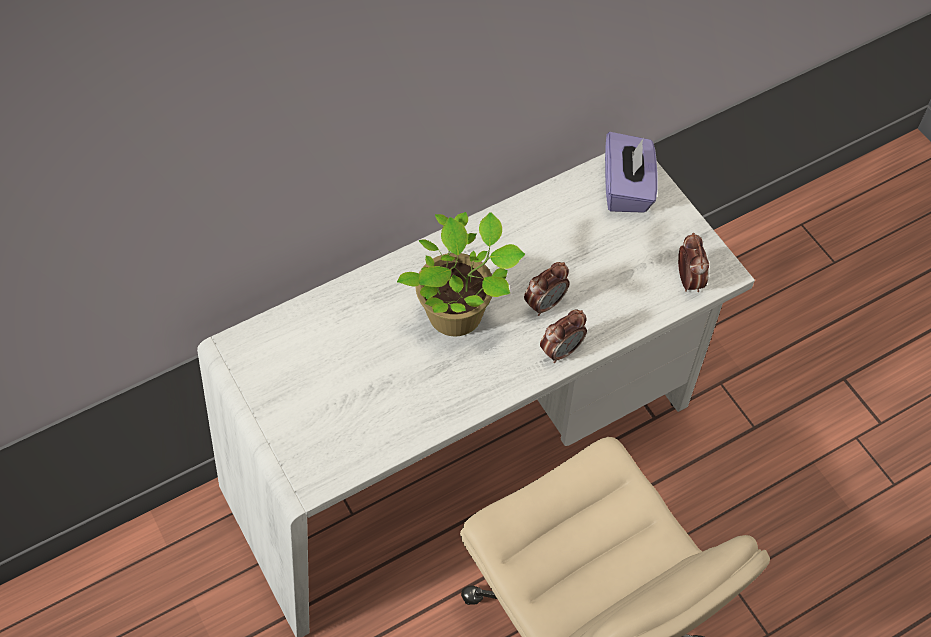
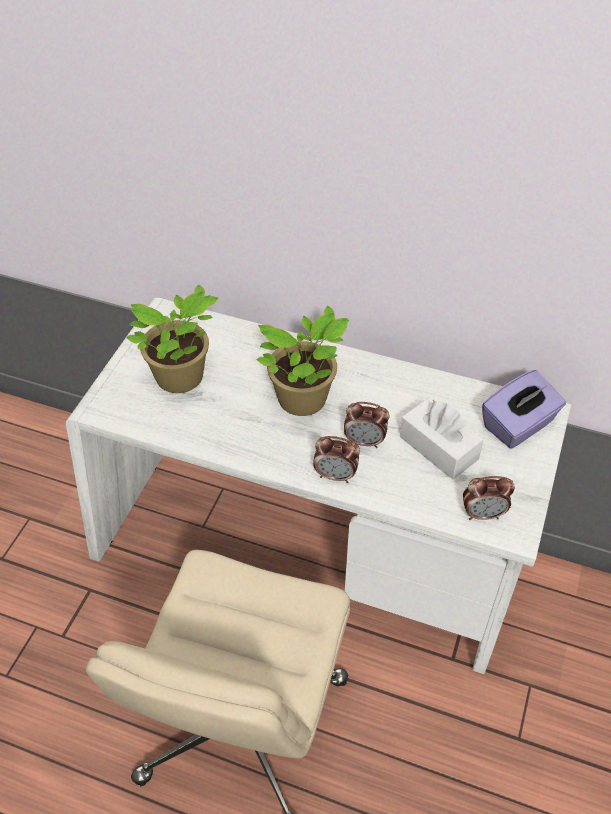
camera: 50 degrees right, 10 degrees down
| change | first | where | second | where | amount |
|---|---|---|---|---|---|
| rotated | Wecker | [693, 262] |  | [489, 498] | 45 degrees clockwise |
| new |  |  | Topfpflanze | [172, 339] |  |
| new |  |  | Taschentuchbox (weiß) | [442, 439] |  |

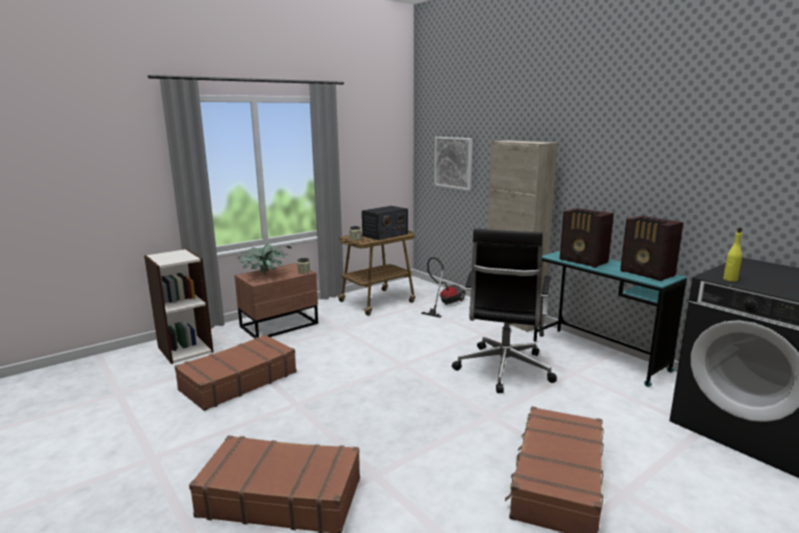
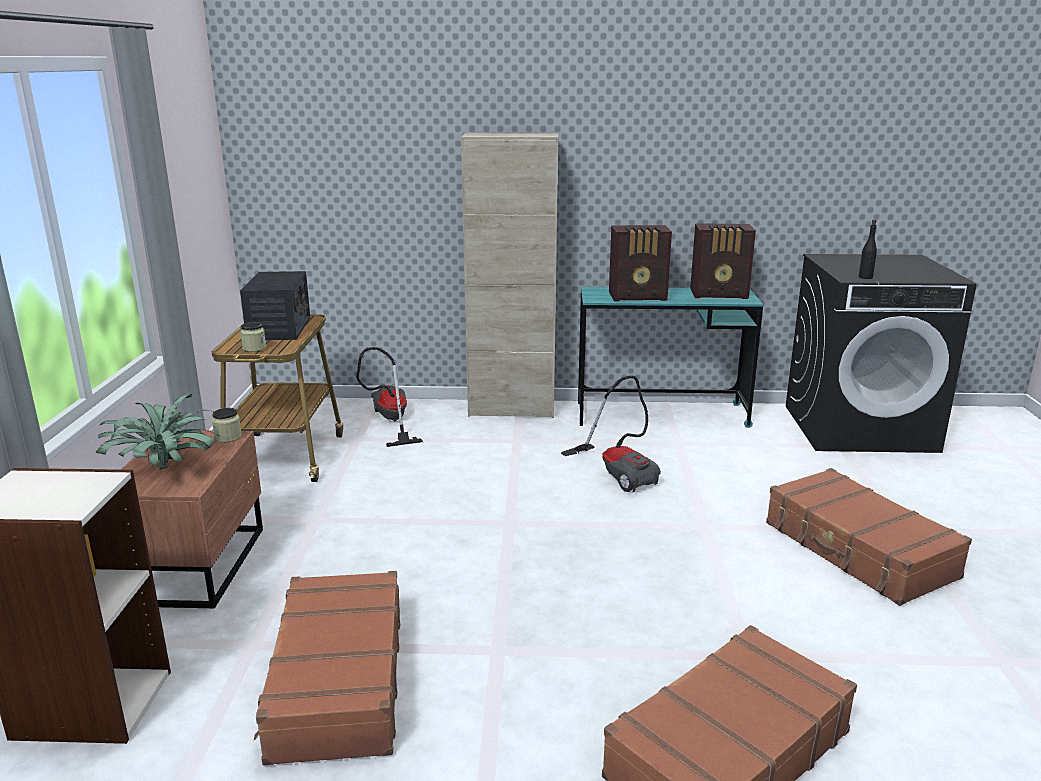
camera: 50 degrees left, 5 degrees up
| change | first | where | second | where | amount |
|---|---|---|---|---|---|
| gone | Bild | [453, 164] |  |  |  |
| swapped | Bürostuhl (schwarz) | [504, 310] | Staubsauger | [611, 434] |  |
| repainted | Flasche (gelb) | [732, 255] | Flasche (schwarz) | [868, 249] |  |

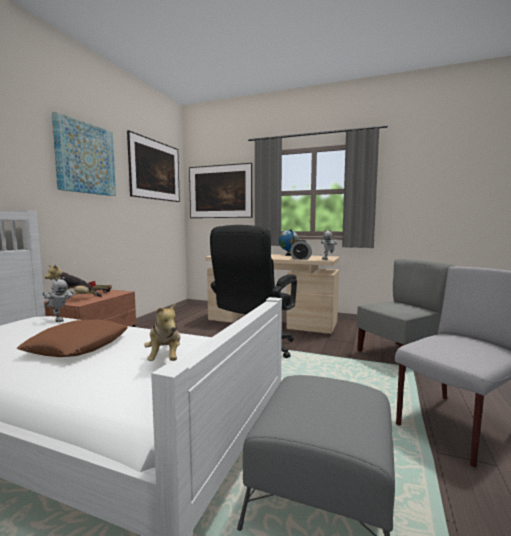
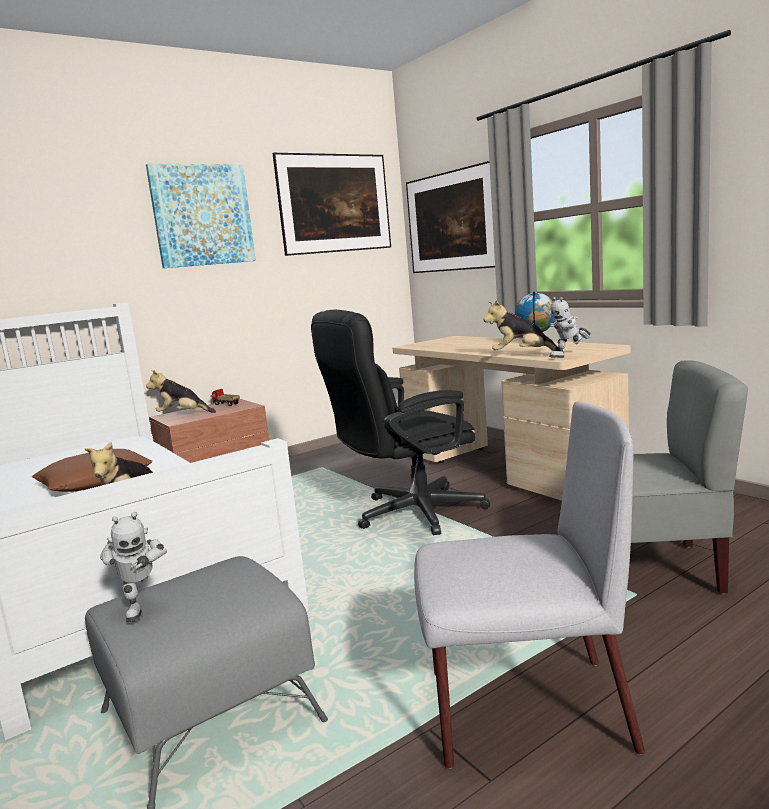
camera: 35 degrees right, 5 degrees up
| change | first | where | second | where | amount |
|---|---|---|---|---|---|
| shifted | Spielzeugroboter | [58, 299] |  | [133, 567] |  |
| swapped | Wecker | [301, 250] | Plüschtier | [521, 325] |  |

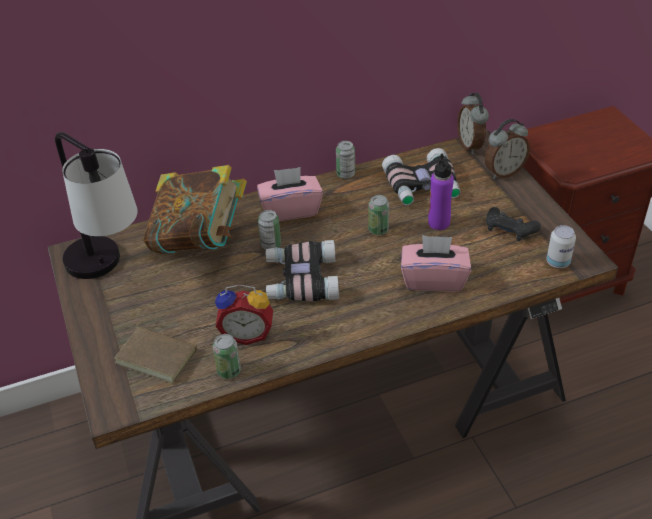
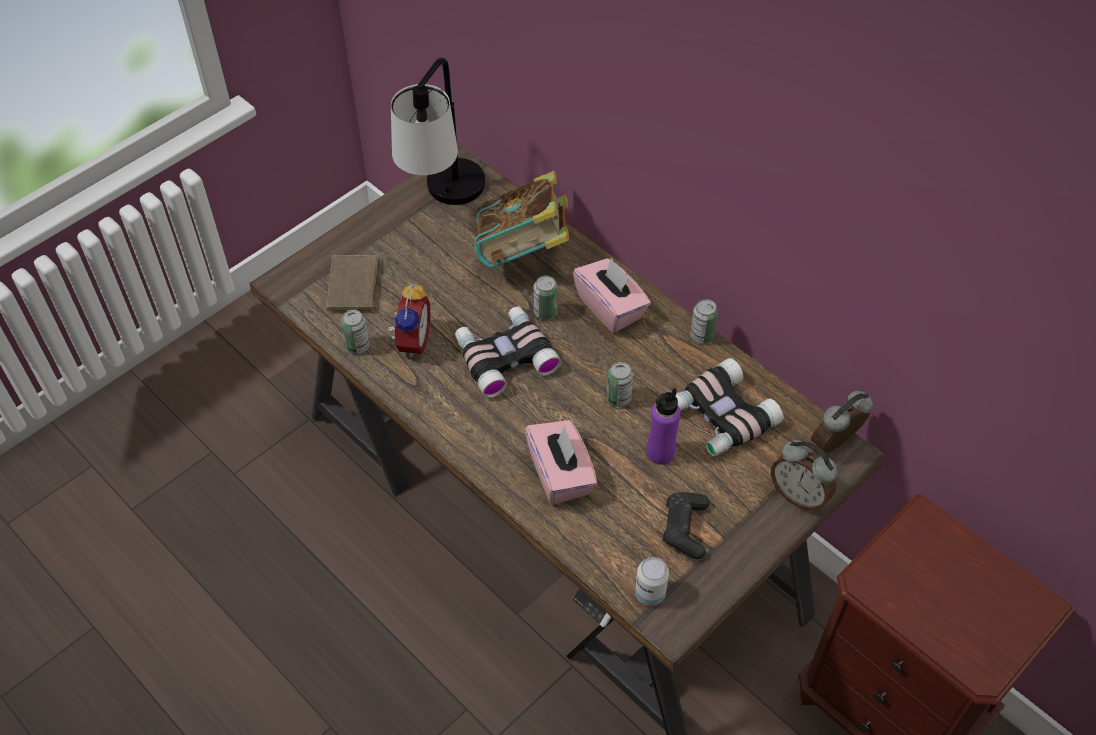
camera: 65 degrees right, 10 degrees up
| change | first | where | second | where | amount |
|---|---|---|---|---|---|
| rotated | Wecker | [244, 314] |  | [408, 320] | 150 degrees counterclockwise |

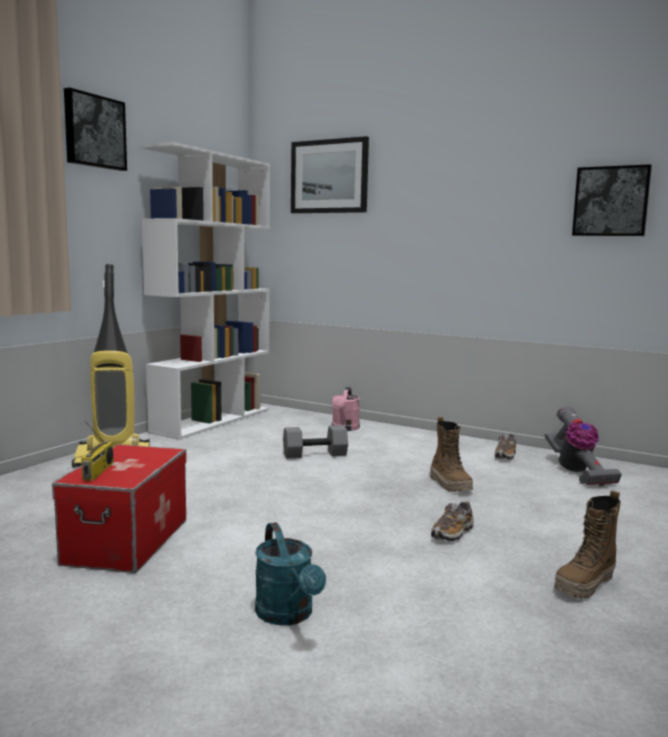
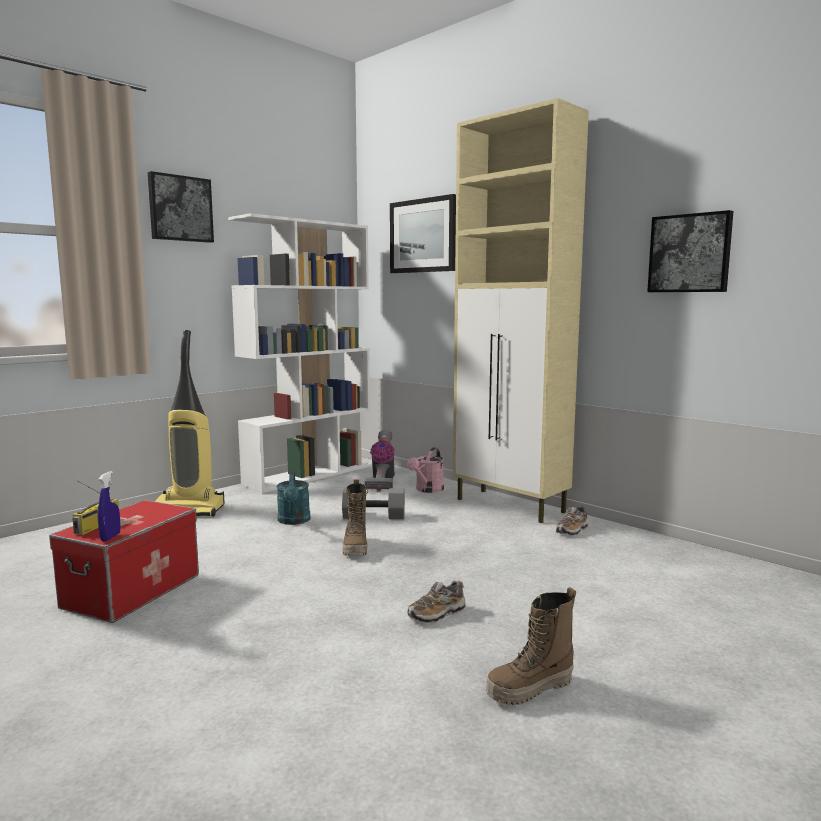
camera: 15 degrees right, 0 degrees up
| change | first | where | second | where | amount |
|---|---|---|---|---|---|
| shifted | Gießkanne (türkis) | [290, 573] |  | [293, 498] |  |
| shifted | Stiefel | [451, 454] |  | [355, 517] |  |
| shifted | Staubsauger | [583, 446] |  | [380, 460] |  |
| new |  |  | Sprühflasche (blau) | [109, 506] |  |
| new |  |  | Schrank (beige) | [521, 310] |  |

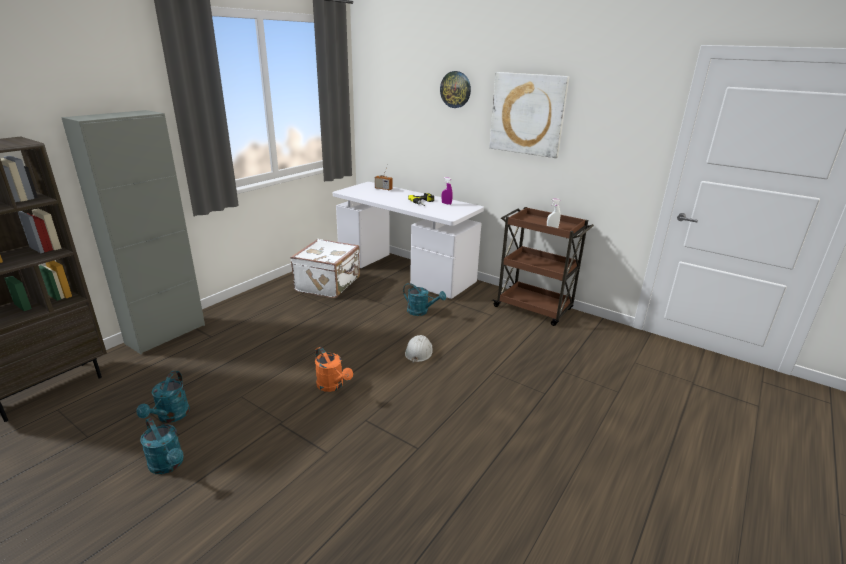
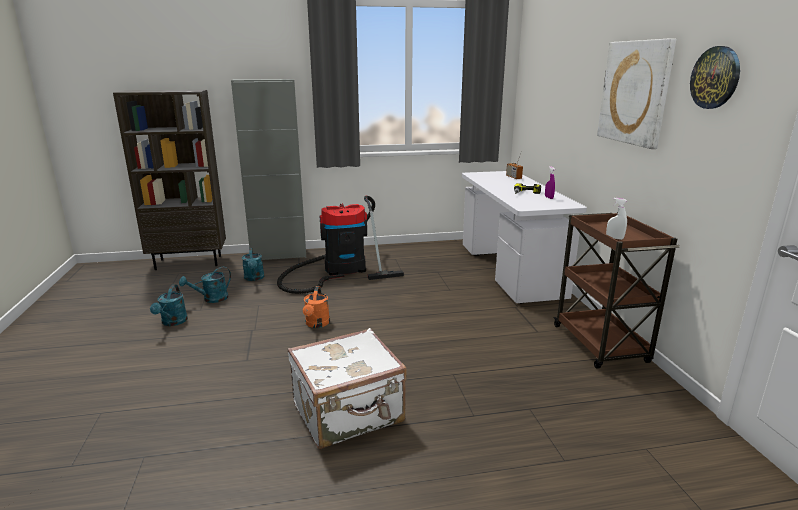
camera: 45 degrees right, 5 degrees down
| change | first | where | second | where | amount |
|---|---|---|---|---|---|
| shifted | Koffer (weiß) | [325, 268] |  | [347, 388] |  |
| shifted | Gießkanne (türkis) | [424, 299] |  | [253, 264] |  |
| gone | Schutzhelm (weiß) | [419, 349] |  |  |  |
| shifted | Wanduhr | [455, 89] |  | [715, 77] |  |
| new |  |  | Staubsauger | [340, 245] |  |

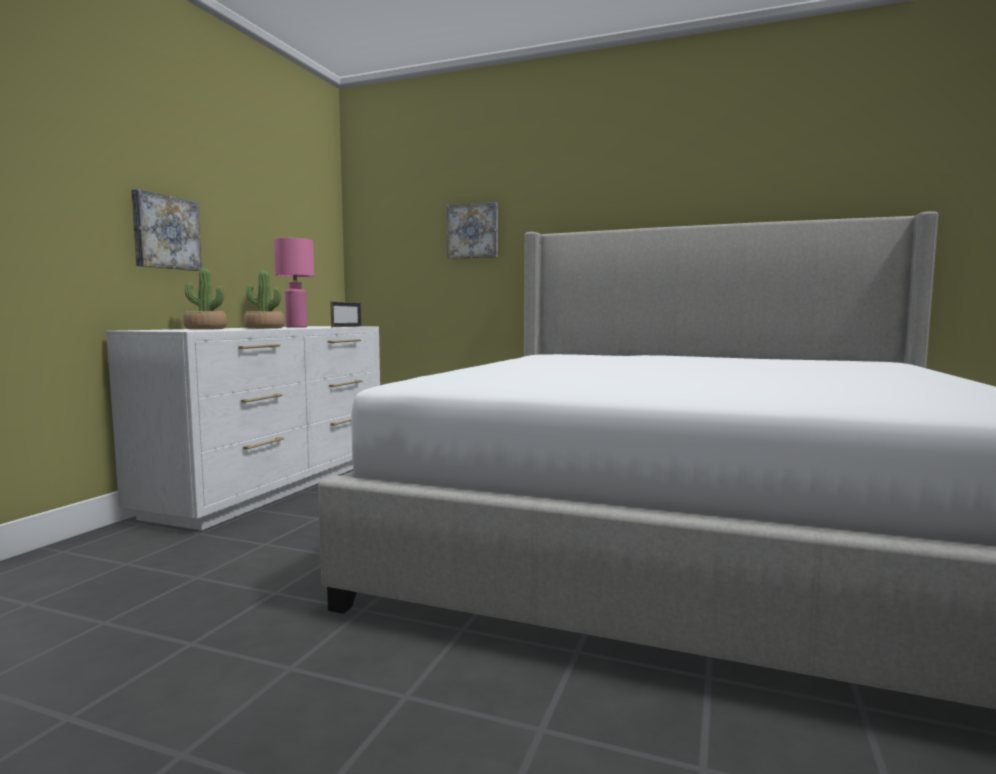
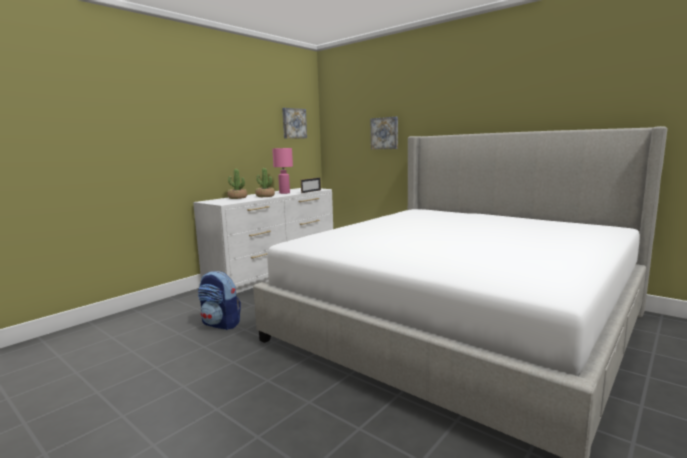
camera: 20 degrees right, 5 degrees up
| change | first | where | second | where | amount |
|---|---|---|---|---|---|
| shifted | Bild | [166, 230] |  | [294, 123] |  |
| new |  |  | Rucksack | [219, 300] |  |

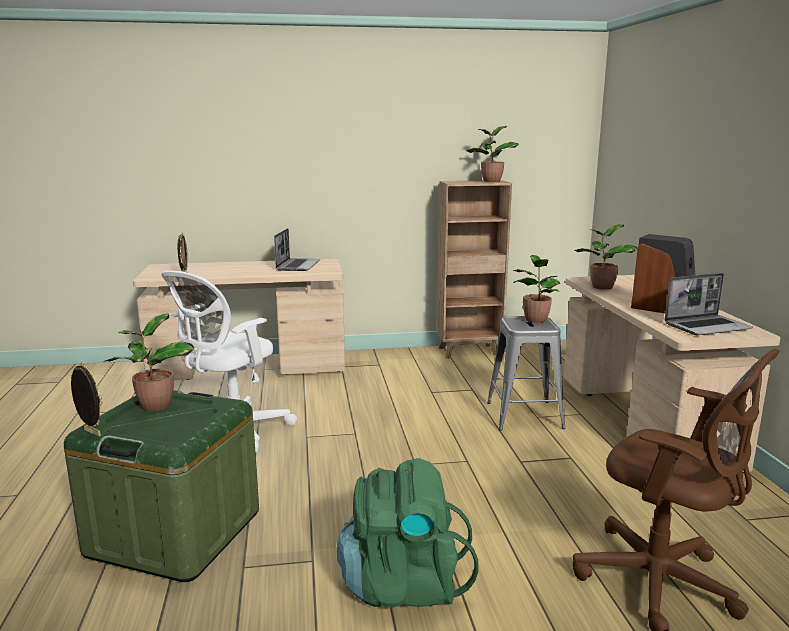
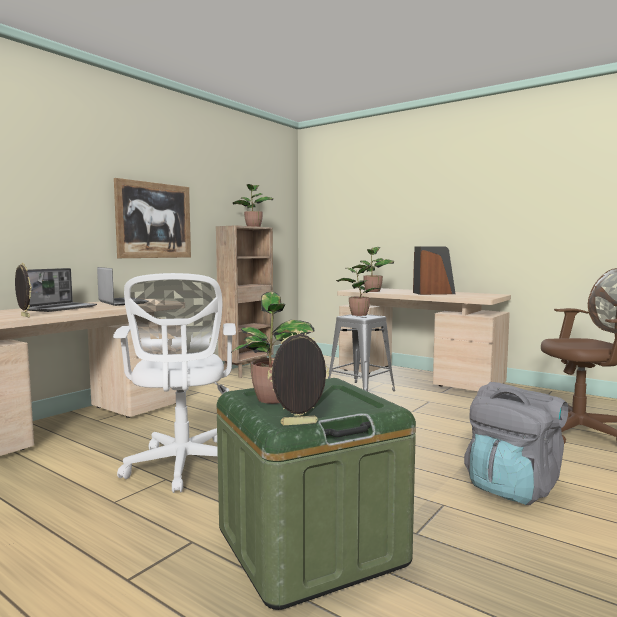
camera: 45 degrees left, 10 degrees down
| change | first | where | second | where | amount |
|---|---|---|---|---|---|
| repainted | Rucksack (grün) | [407, 532] | Rucksack (grau) | [516, 443] |  |
| shifted | Laptop | [709, 304] |  | [62, 290] |  |
| new |  |  | Bild | [152, 218] |  |

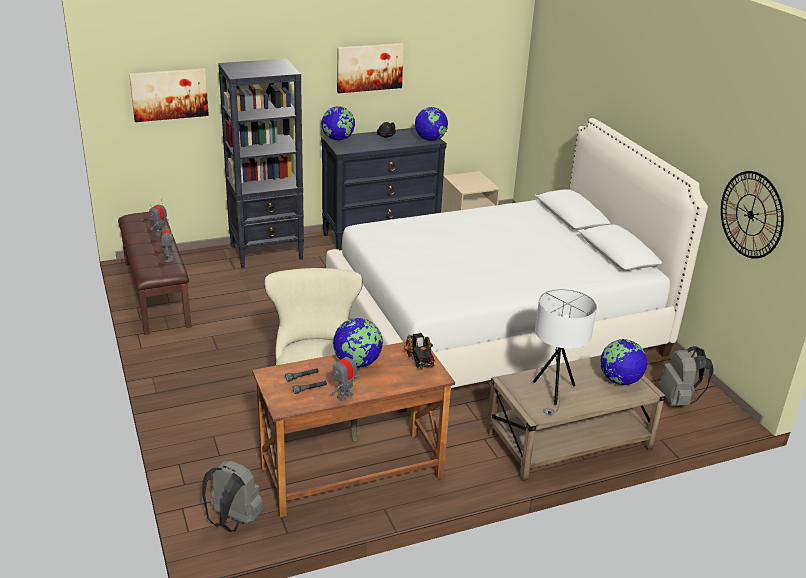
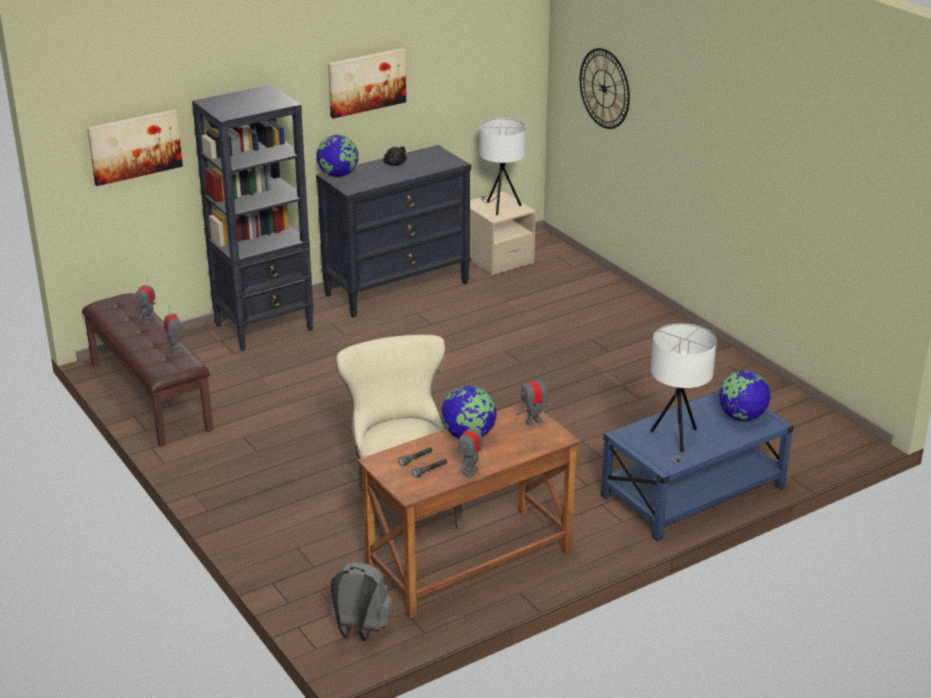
camera: 10 degrees left, 0 degrees up
| change | first | where | second | where | amount |
|---|---|---|---|---|---|
| gone | Bett (weiß) | [517, 265] |  |  |  |
| swapped | Spielzeuglaster | [419, 350] | Spielzeugroboter | [534, 399] |  |
| gone | Globus | [431, 124] |  |  |  |
| repainted | Couchtisch (beige) | [575, 418] | Couchtisch (blau) | [697, 466] |  |
| gone | Rucksack (grau) | [686, 376] |  |  |  |
| shifted | Wanduhr | [752, 215] |  | [605, 88] |  |
| new |  |  | Tischlampe (weiß) | [502, 166] |  |

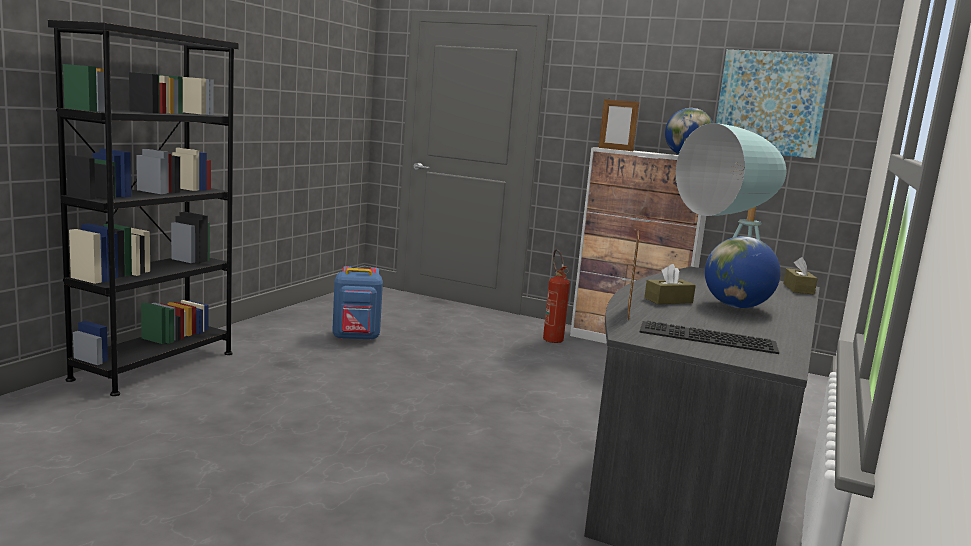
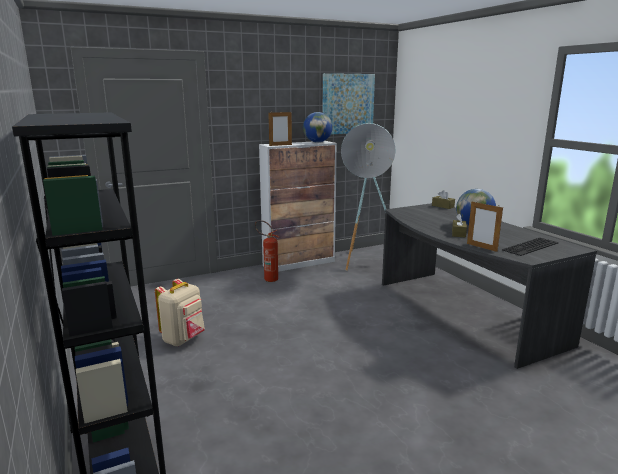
camera: 50 degrees left, 5 degrees up
| change | first | where | second | where | amount |
|---|---|---|---|---|---|
| repainted | Rucksack (blau) | [357, 303] | Rucksack (beige) | [180, 312] |  |

